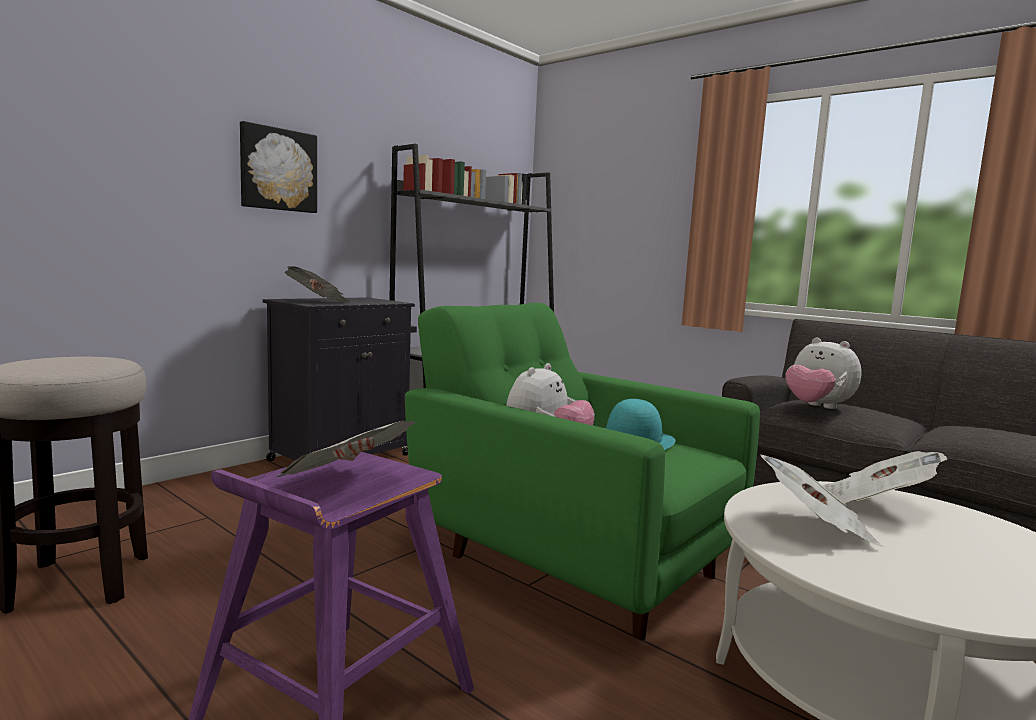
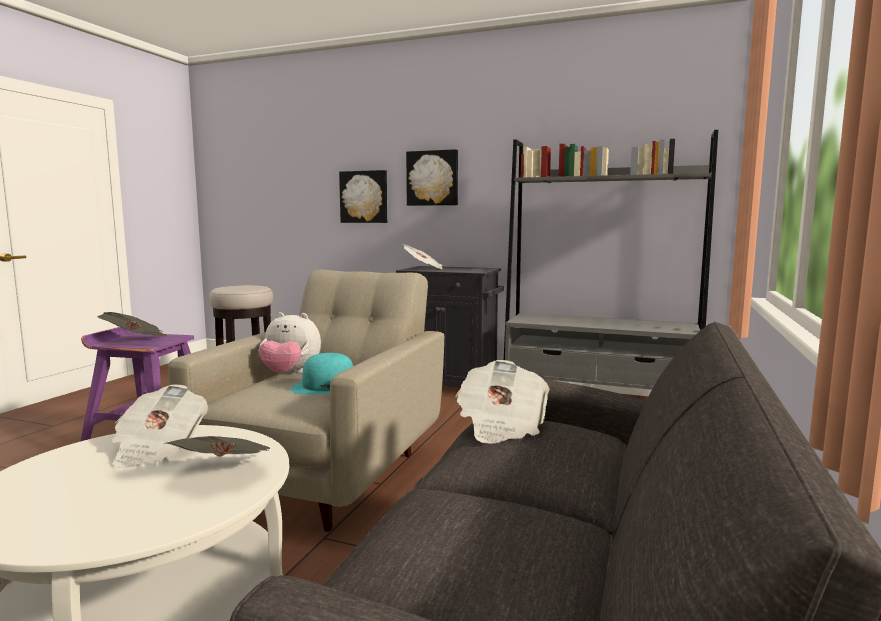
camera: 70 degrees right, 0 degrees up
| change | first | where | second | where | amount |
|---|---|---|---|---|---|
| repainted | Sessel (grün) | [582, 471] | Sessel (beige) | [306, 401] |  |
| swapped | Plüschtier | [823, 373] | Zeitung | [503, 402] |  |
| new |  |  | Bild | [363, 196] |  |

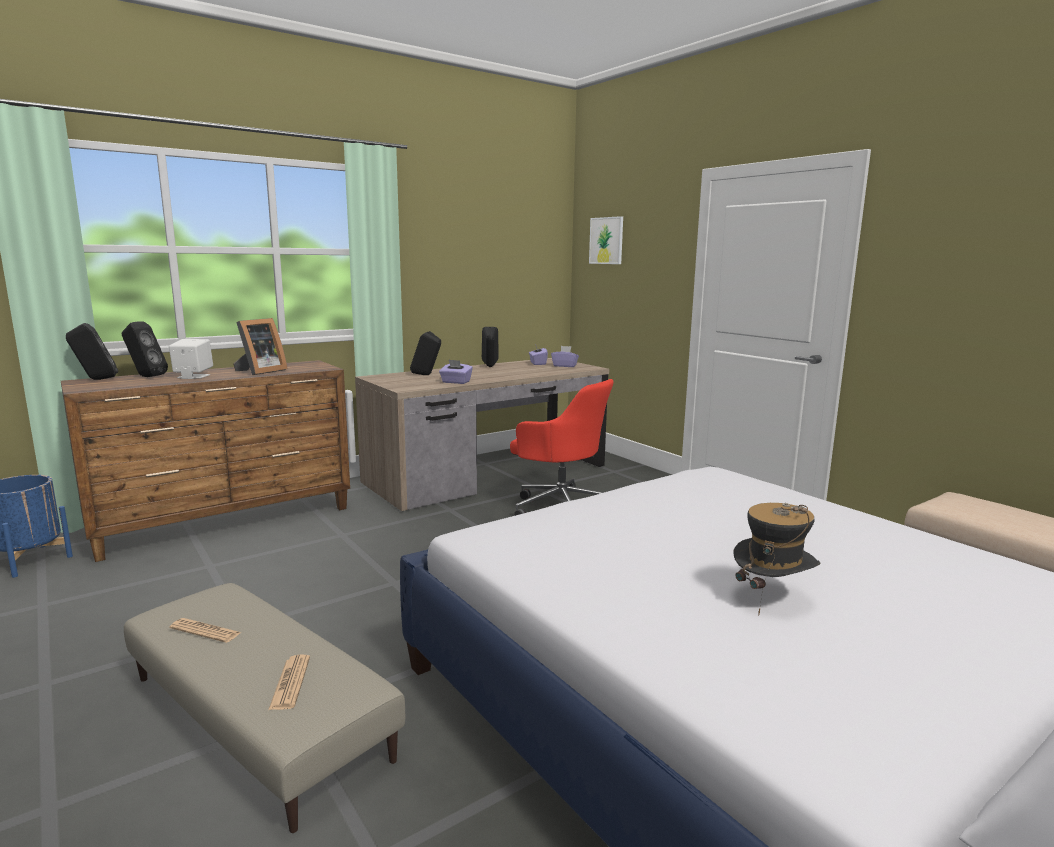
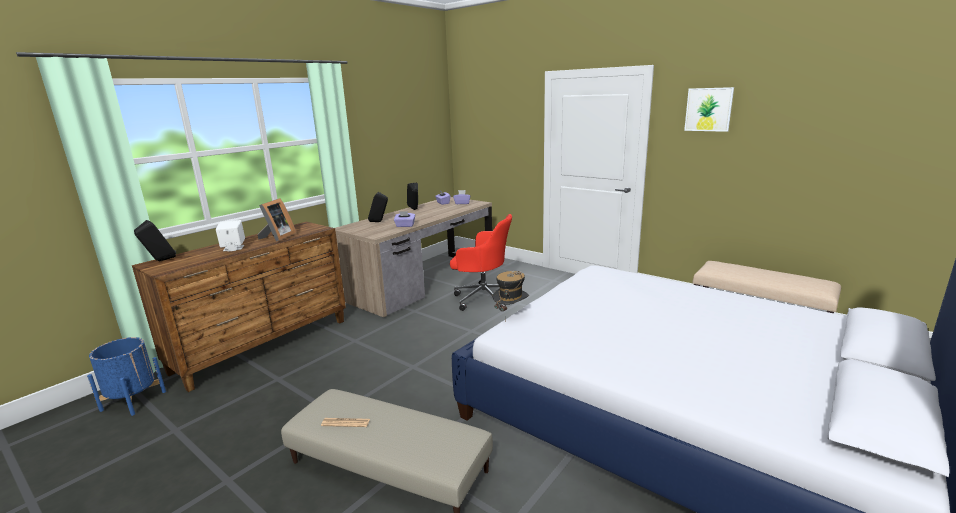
camera: 15 degrees left, 5 degrees up
| change | first | where | second | where | amount |
|---|---|---|---|---|---|
| gone | Lautsprecher (schwarz) | [145, 349] |  |  |  |
| gone | Zeitung | [289, 682] |  |  |  |
| shifted | Bild | [606, 240] |  | [709, 109] |  |
| shifted | Hut | [776, 559] |  | [511, 291] |  |

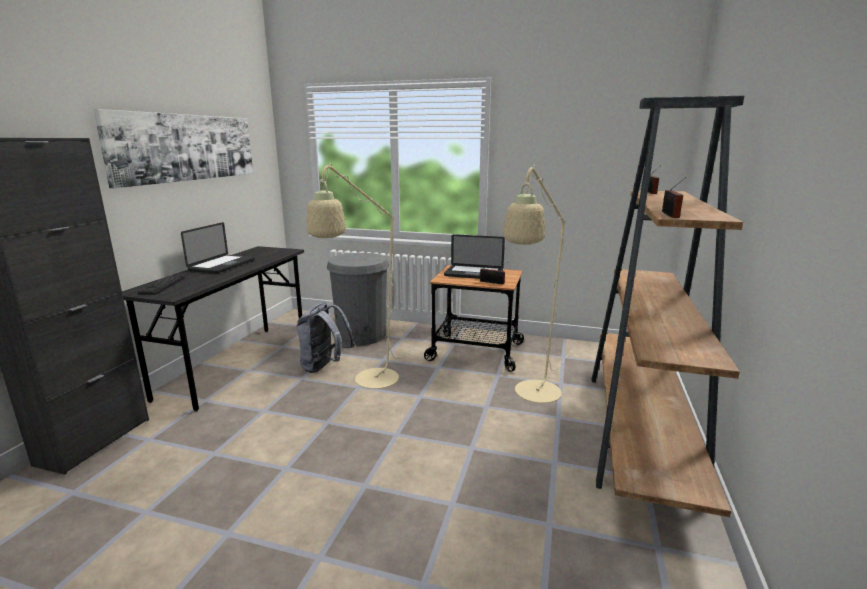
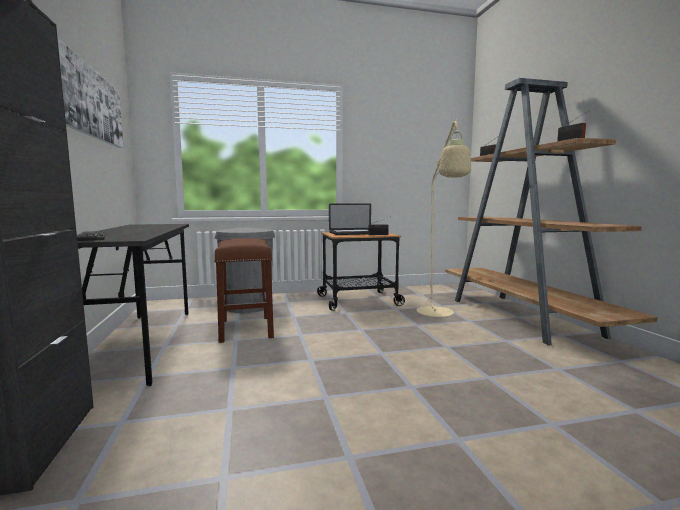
camera: 30 degrees left, 10 degrees down
| change | first | where | second | where | amount |
|---|---|---|---|---|---|
| gone | Laptop | [218, 248] |  |  |  |
| swapped | Rucksack (grau) | [326, 337] | Hocker (braun) | [244, 290] |  |
| gone | Stehlampe (beige) | [369, 276] |  |  |  |

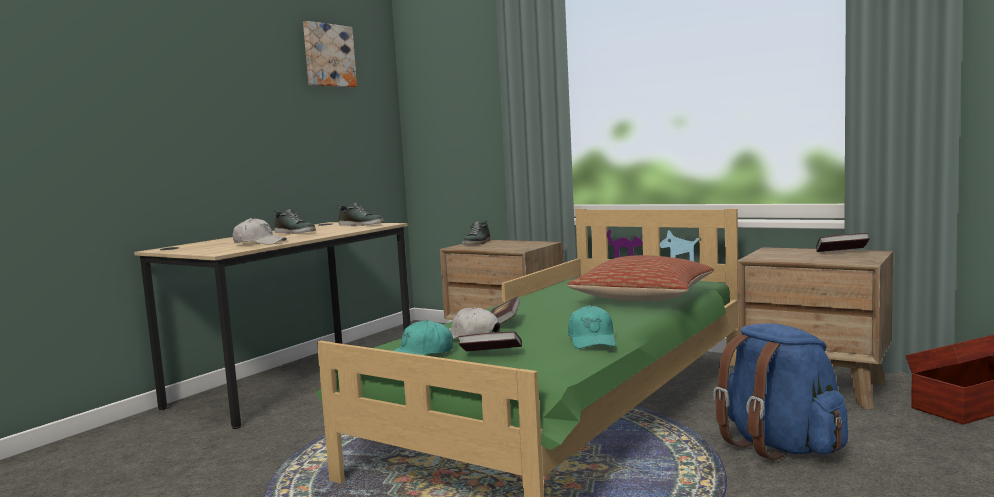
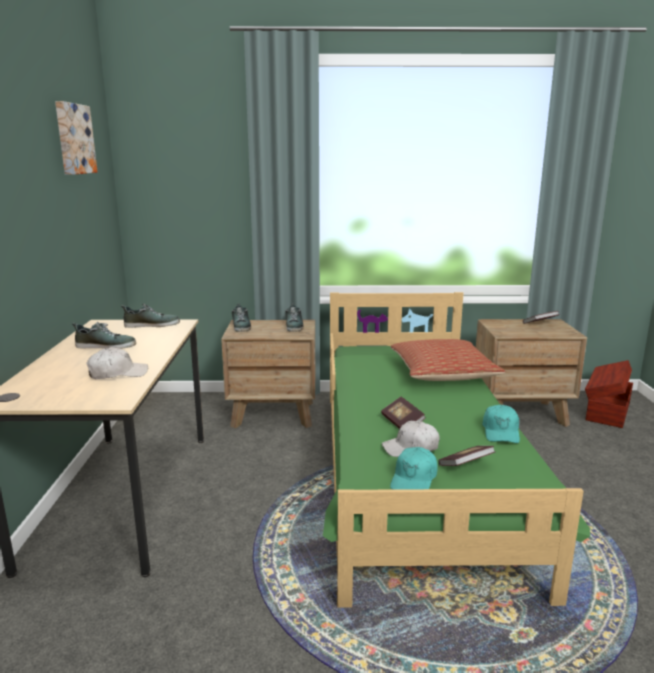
camera: 35 degrees left, 10 degrees up
| change | first | where | second | where | amount |
|---|---|---|---|---|---|
| rotated | Kappe (türkis) | [592, 327] |  | [501, 424] | 45 degrees clockwise |
| gone | Rucksack (blau) | [780, 391] |  |  |  |
| new |  |  | Schuh | [294, 317] |  |

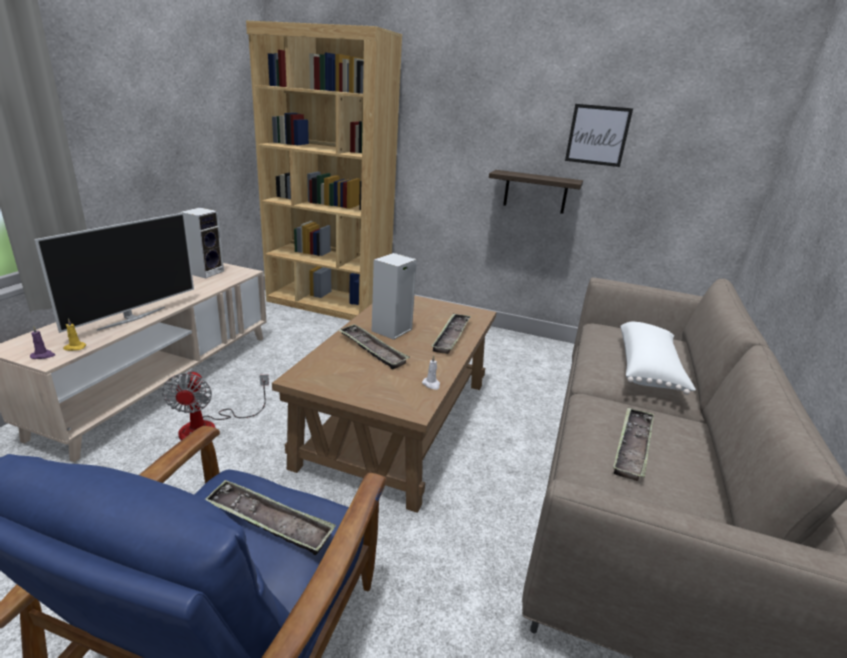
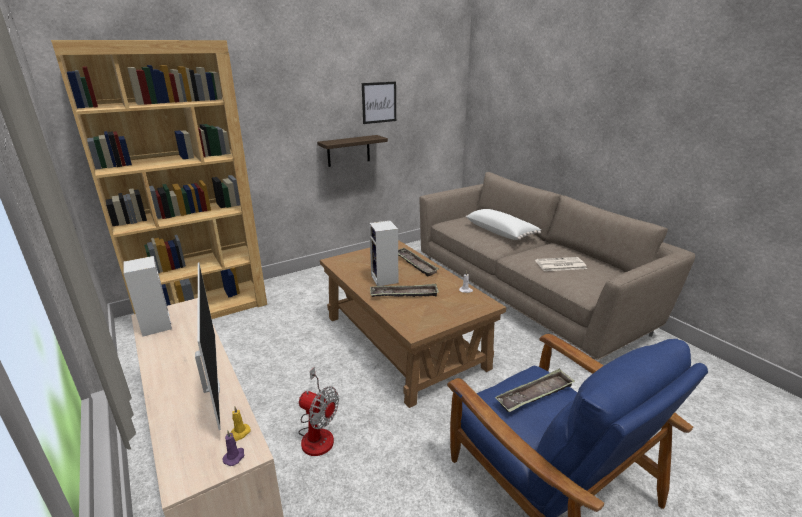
camera: 50 degrees left, 0 degrees up
| change | first | where | second | where | amount |
|---|---|---|---|---|---|
| swapped | Tablett | [633, 444] | Zeitung | [561, 264] |  |

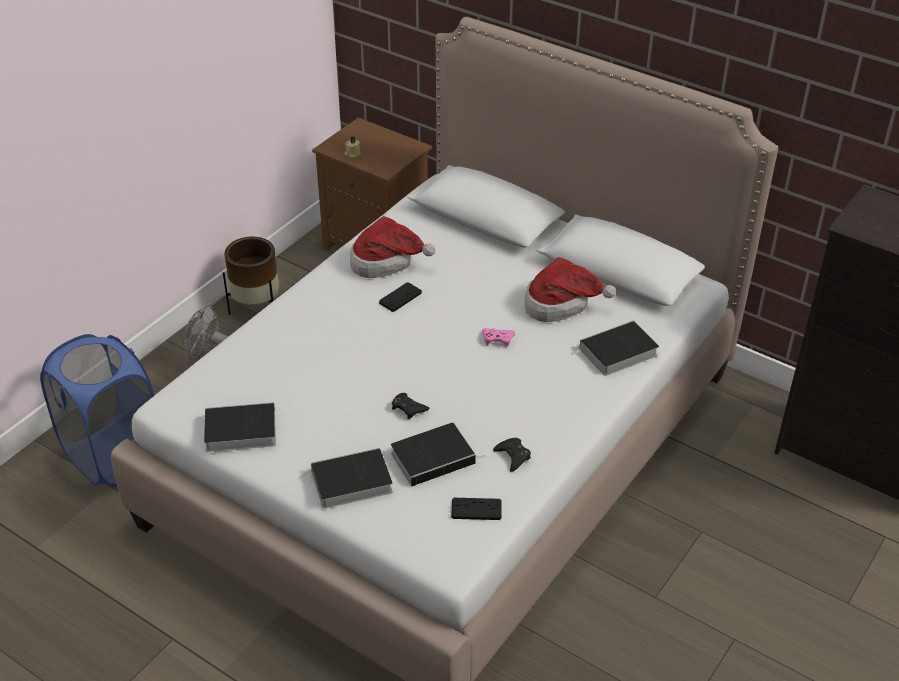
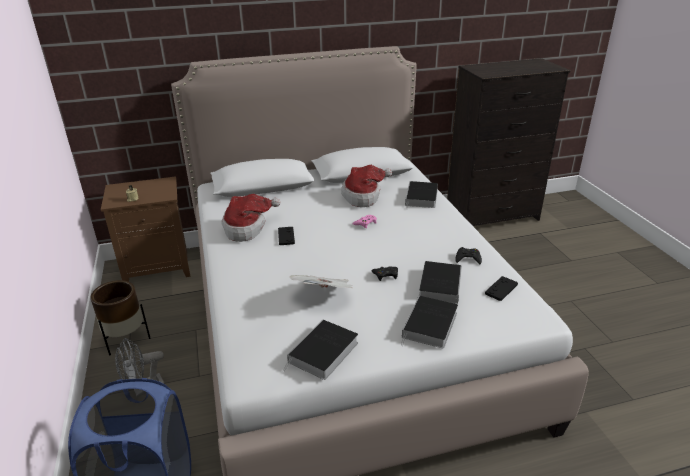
camera: 50 degrees left, 10 degrees down
| change | first | where | second | where | amount |
|---|---|---|---|---|---|
| new |  |  | Zeitung | [321, 281] |  |

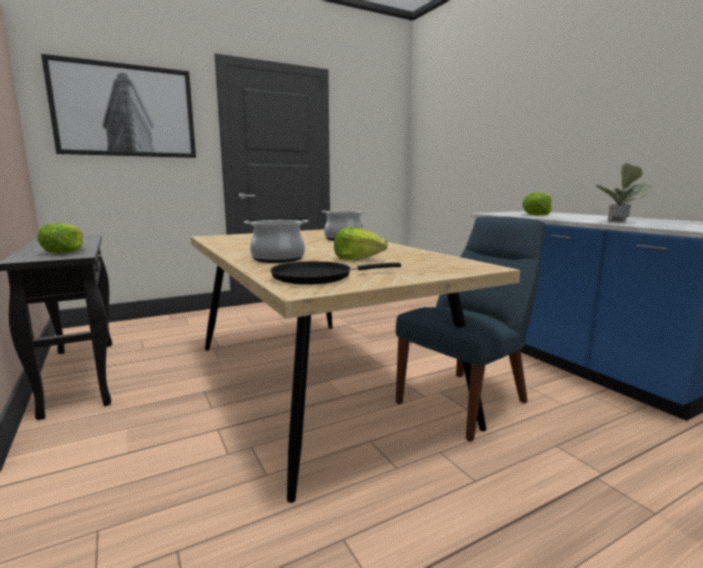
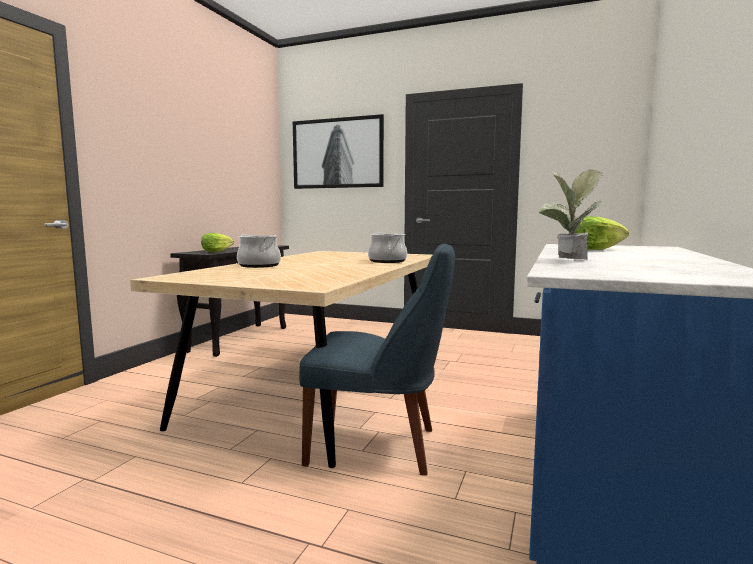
camera: 50 degrees right, 5 degrees down
| change | first | where | second | where | amount |
|---|---|---|---|---|---|
| gone | Pfanne (schwarz) | [335, 273] |  |  |  |
| gone | Salatkopf | [361, 243] |  |  |  |

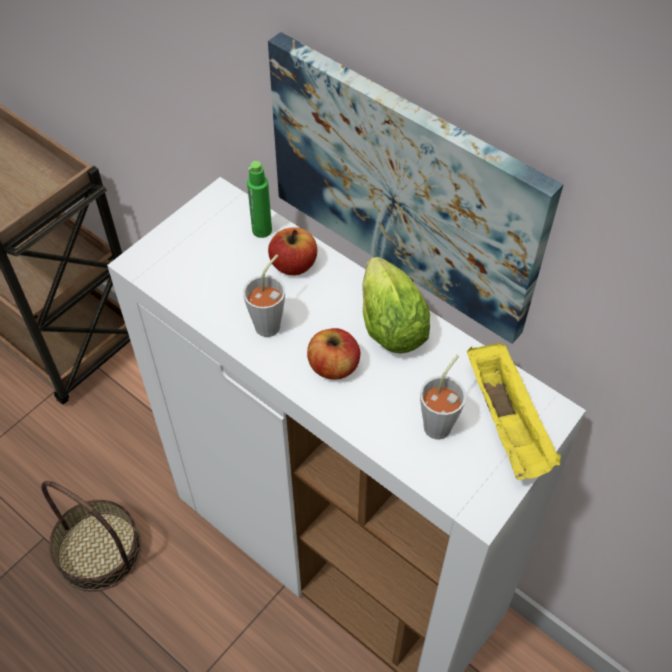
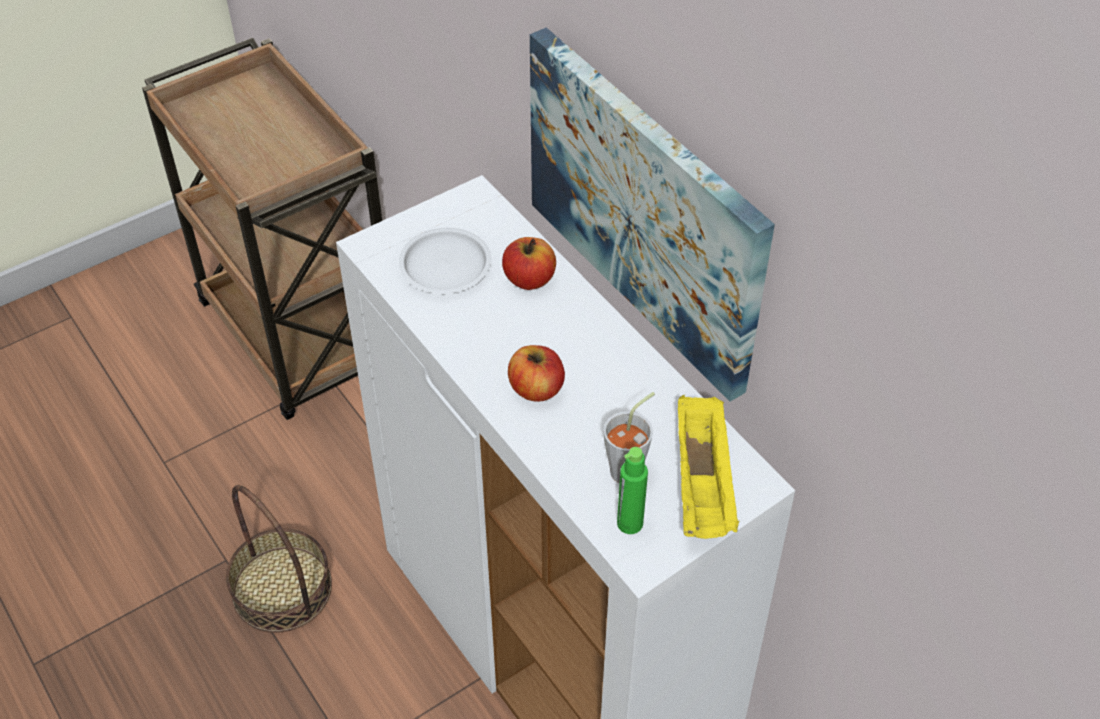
camera: 15 degrees right, 5 degrees down
| change | first | where | second | where | amount |
|---|---|---|---|---|---|
| gone | Tasse (grau) | [264, 295] |  |  |  |
| shifted | Flasche (grün) | [259, 199] |  | [632, 490] |  |
| gone | Salatkopf | [396, 305] |  |  |  |
| new |  |  | Teller (weiß) | [445, 261] |  |

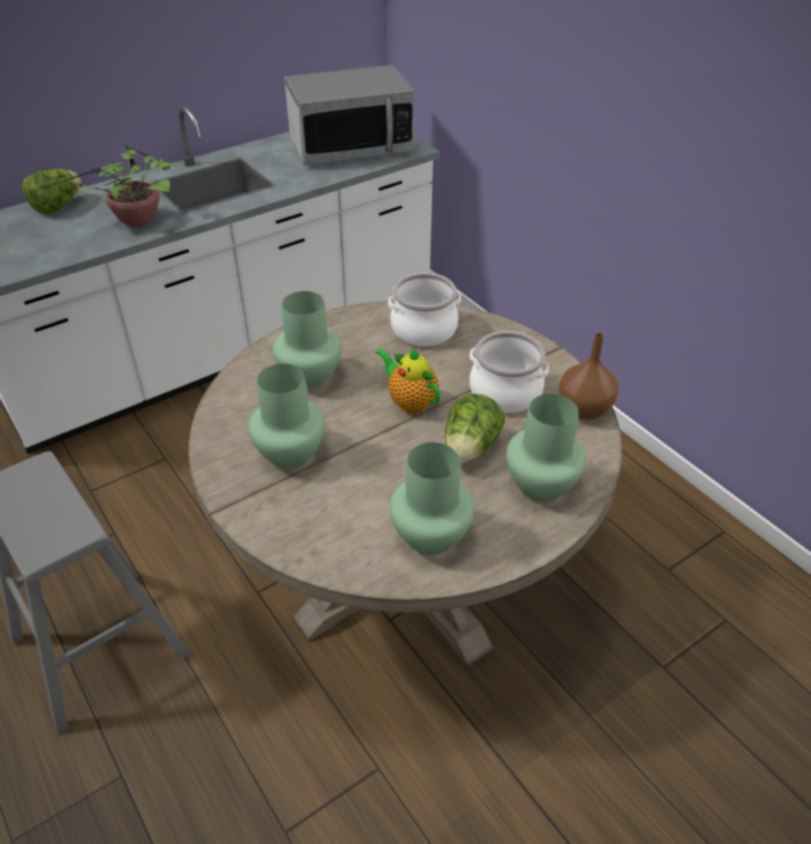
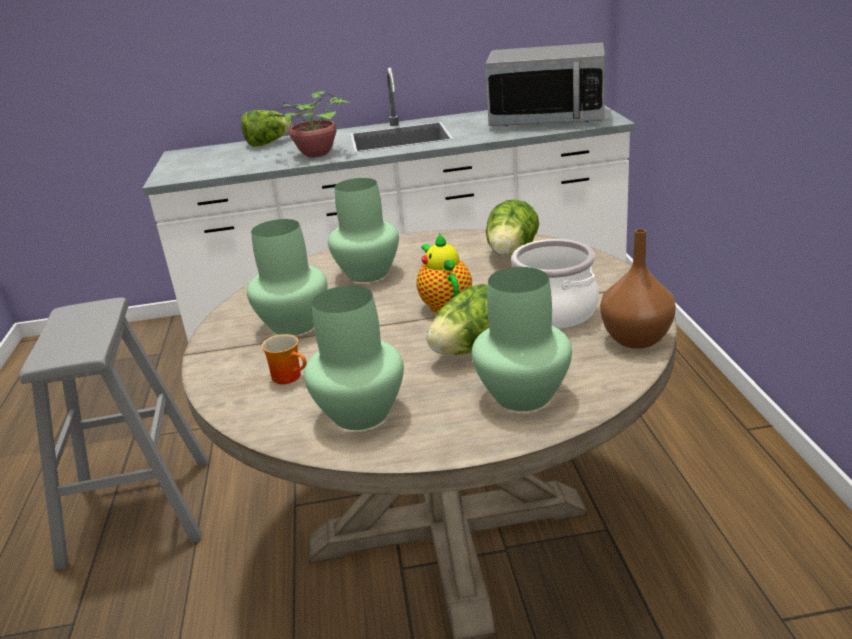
camera: 30 degrees right, 15 degrees down
| change | first | where | second | where | amount |
|---|---|---|---|---|---|
| swapped | Kochtopf | [424, 309] | Salatkopf | [512, 227] |  |
| new |  |  | Henkelbecher | [284, 359] |  |

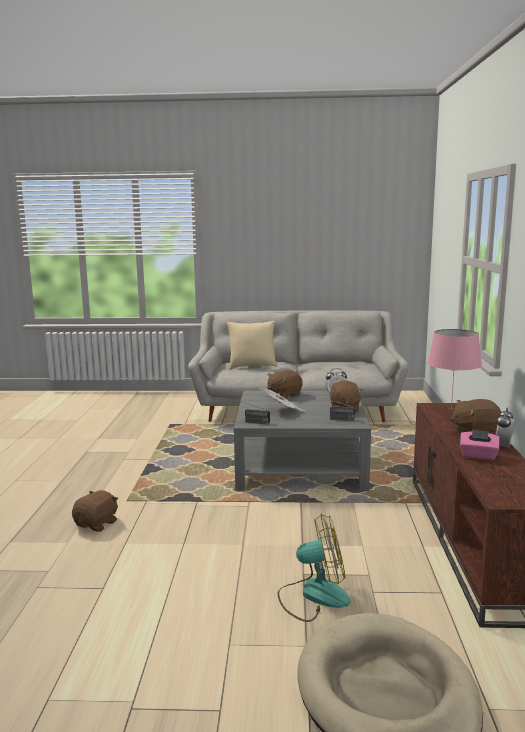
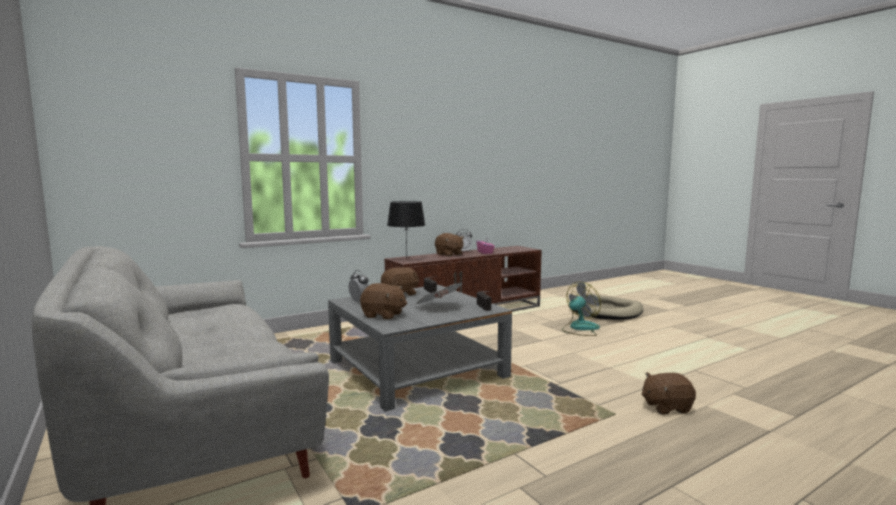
camera: 125 degrees left, 5 degrees down
| change | first | where | second | where | amount |
|---|---|---|---|---|---|
| gone | Kissen (beige) | [252, 345] |  |  |  |
| rotated | Ventilator | [314, 567] |  | [581, 309] | 90 degrees clockwise |
| repainted | Tischlampe (rosa) | [454, 369] | Tischlampe (schwarz) | [406, 227] |  |

